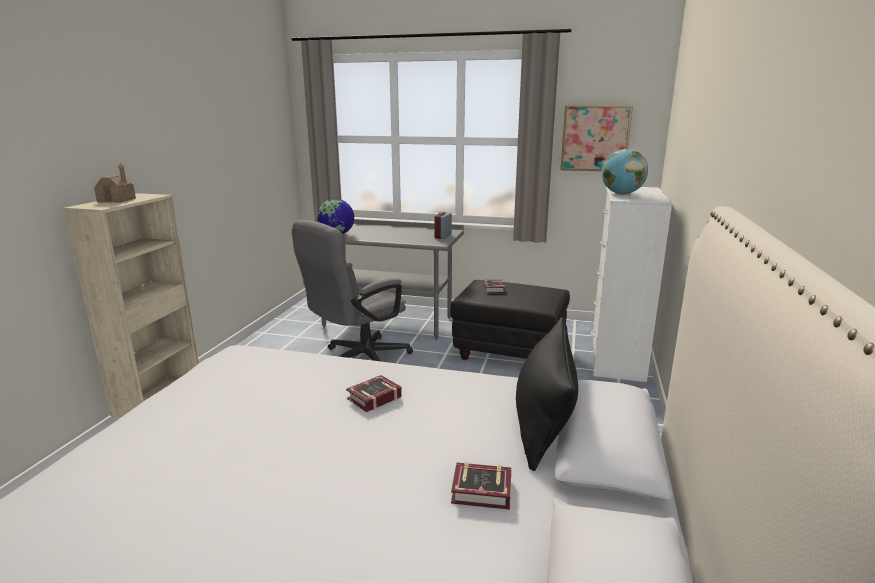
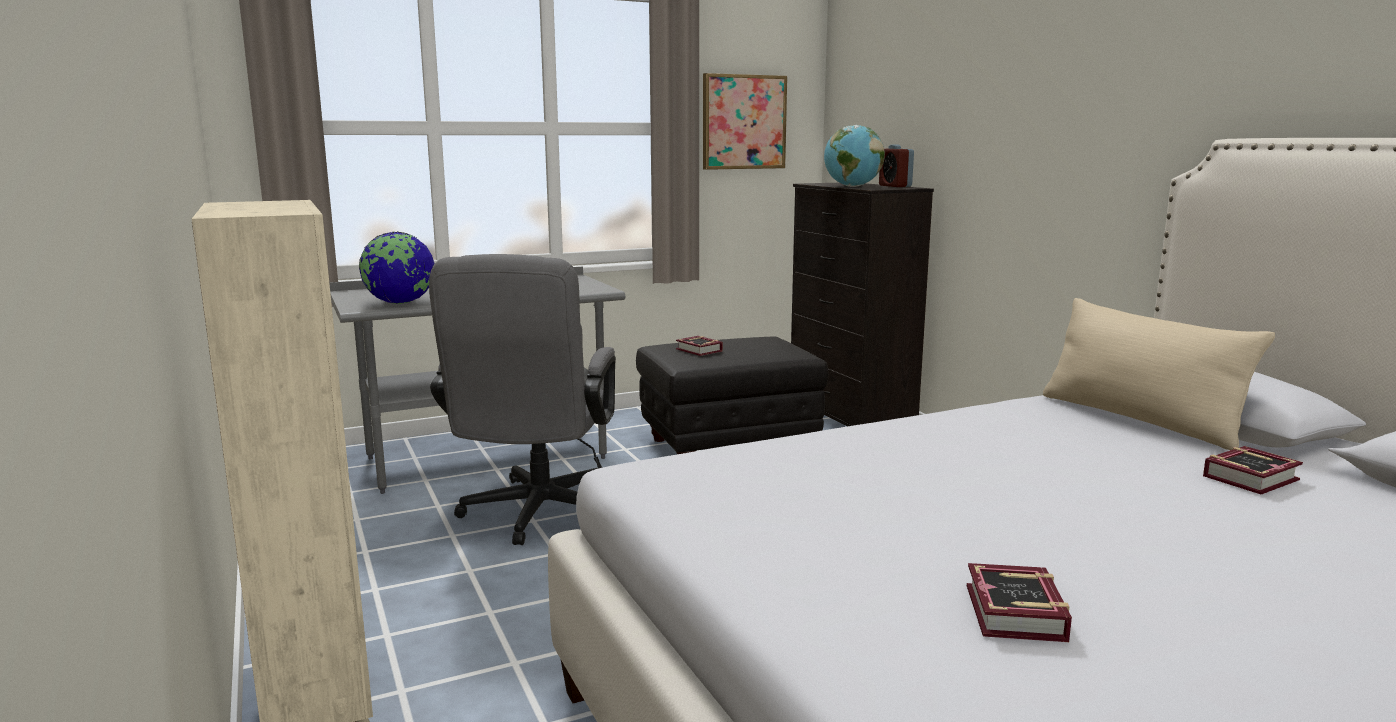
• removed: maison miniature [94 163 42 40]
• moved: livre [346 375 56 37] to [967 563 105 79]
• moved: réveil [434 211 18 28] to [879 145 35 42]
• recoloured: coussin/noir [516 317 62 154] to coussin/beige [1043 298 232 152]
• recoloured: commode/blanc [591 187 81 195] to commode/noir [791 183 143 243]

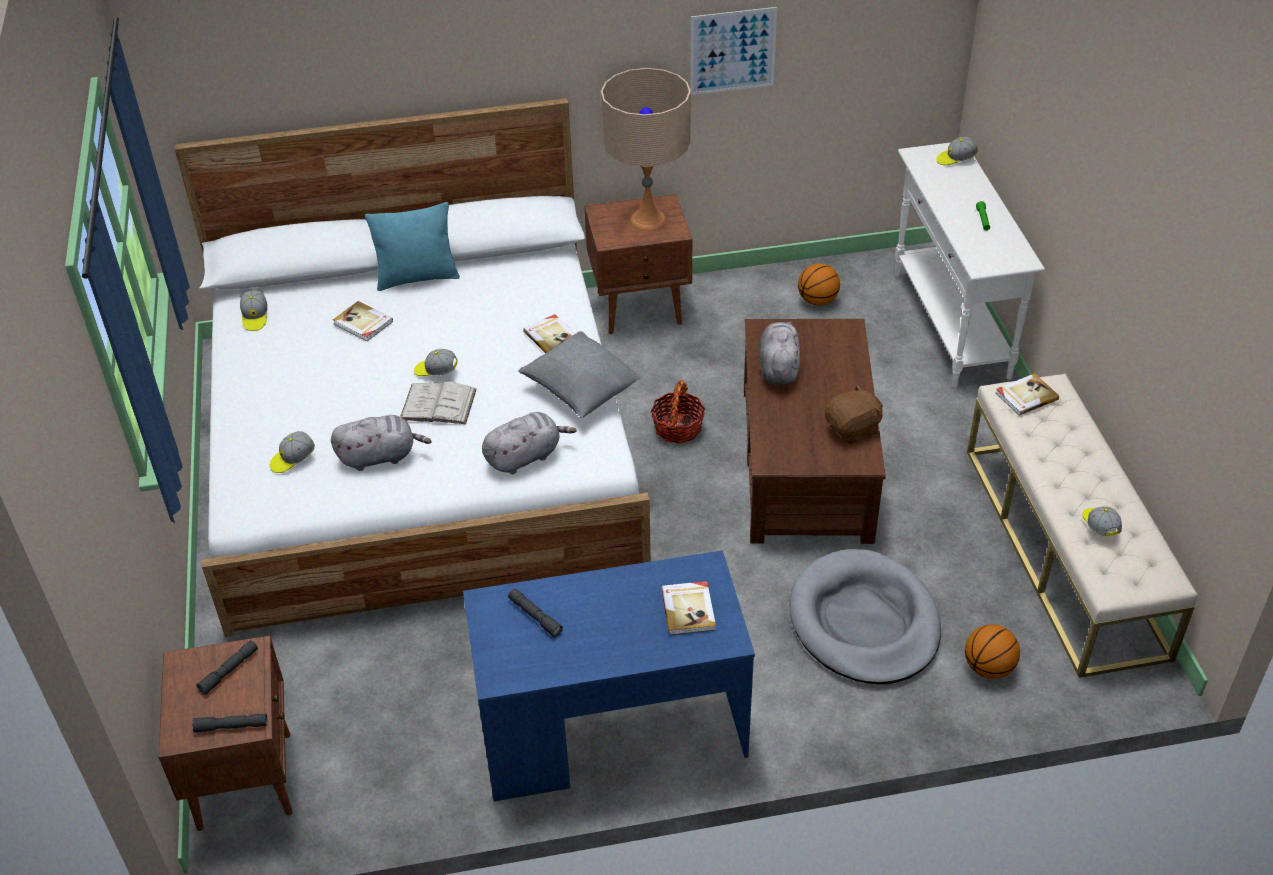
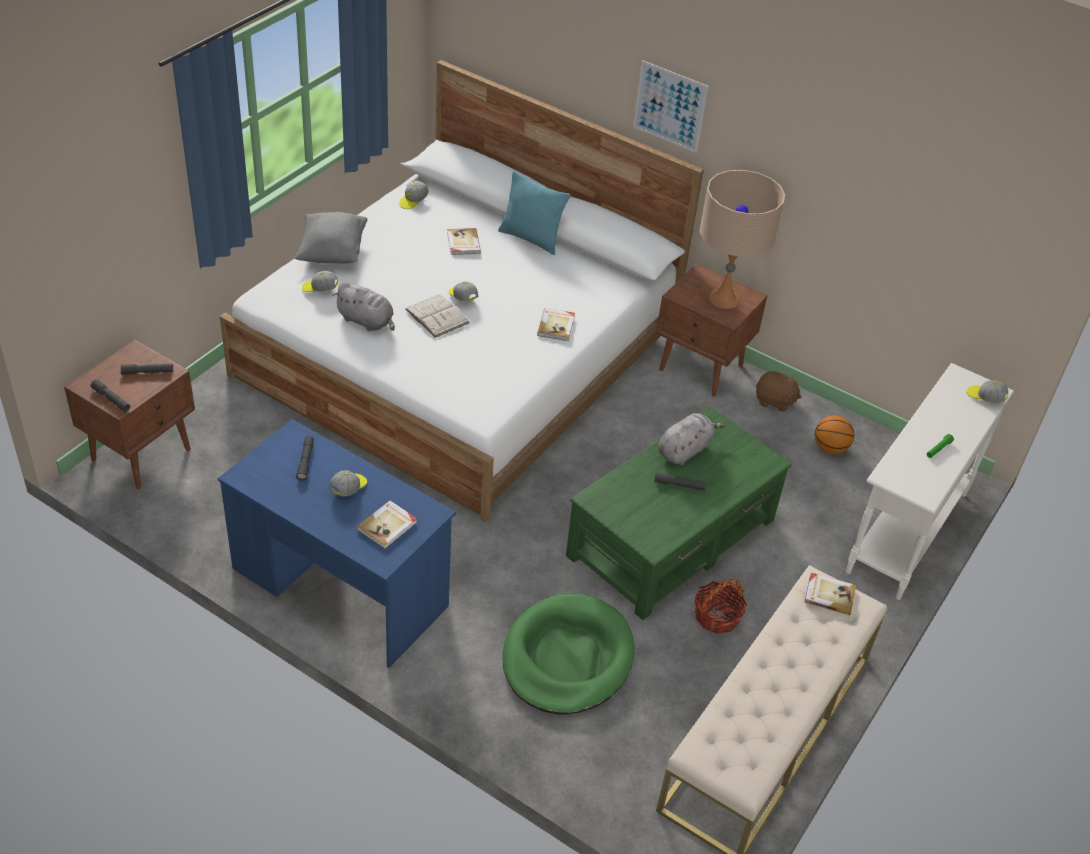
• removed: peluche/gris [482 412 94 62]
• removed: ballon de basket [965 624 55 55]
• added: lampe de poche/gris [654 472 52 19]
• moved: coussin/gris [518 331 123 87] to [294 212 74 52]
• moved: panier [651 380 54 63] to [694 579 53 55]
• moved: tableau [690 7 87 88] to [633 60 76 93]
• moved: peluche/marron [825 384 58 60] to [756 371 45 41]
• moved: casquette [1082 506 40 30] to [329 470 38 27]
• recoloured: table basse/marron [744 319 142 225] to table basse/vert [566 406 226 214]
• recoloured: panier pour chien/gris [789 549 152 136] to panier pour chien/vert [503 593 131 121]

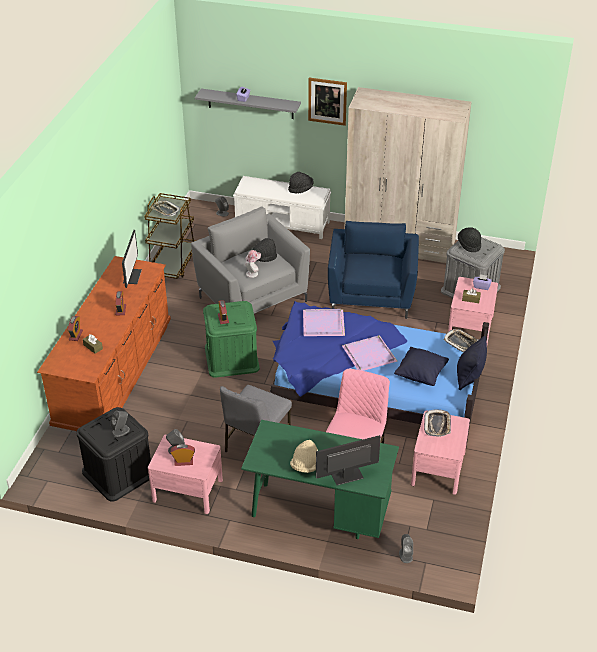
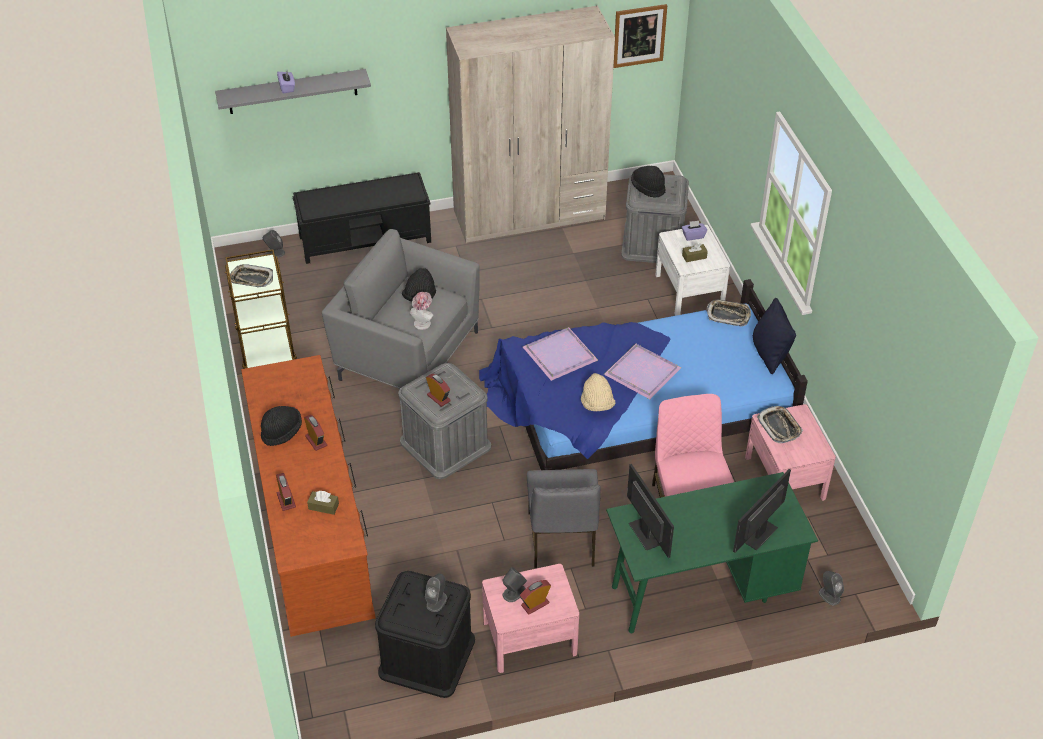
• removed: fauteuil/bleu [328 221 91 98]
• removed: coussin/noir [394 347 55 39]
• moved: écran d'ordinateur [122 230 20 58] to [627 464 47 94]
• moved: chapeau/noir [288 172 26 21] to [261 406 41 40]
• moved: chapeau/beige [290 440 28 33] to [581 373 35 38]
• moved: tableau [308 78 39 48] to [613 4 54 64]
• recoloured: boîte de rangement/vert [203 301 56 77] to boîte de rangement/gris [398 363 93 116]
• recoloured: banc/blanc [233 176 98 63] to banc/noir [292 172 139 92]
• recoloured: table de chevet/rose [448 277 50 67] to table de chevet/blanc [655 225 75 91]

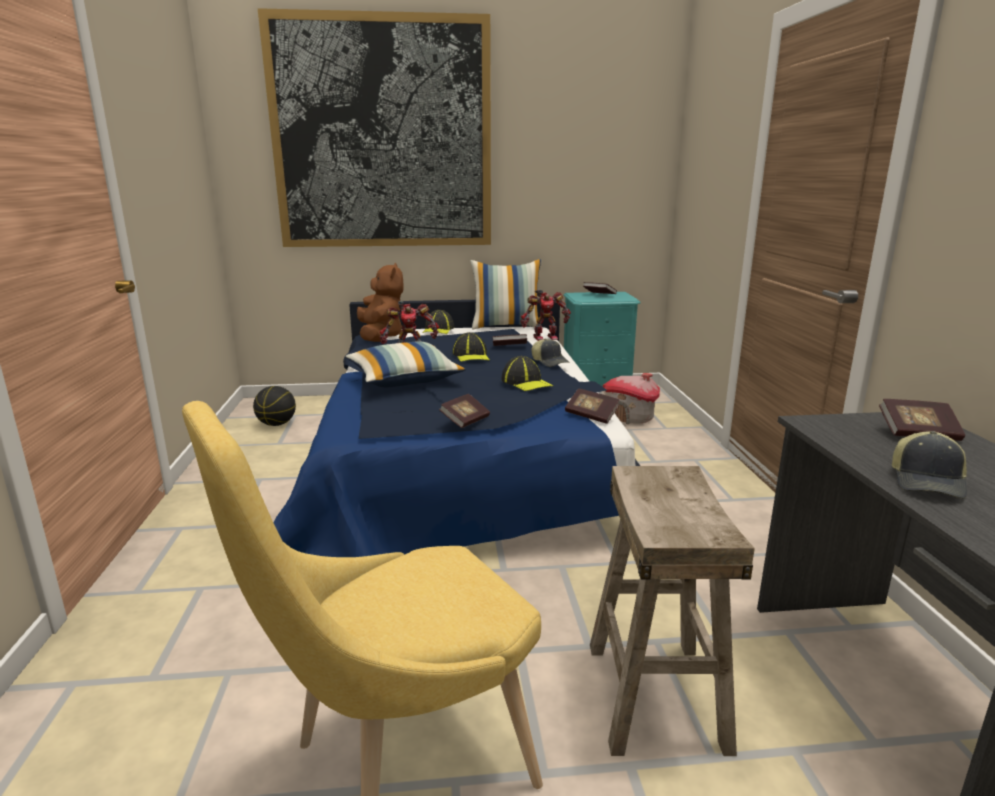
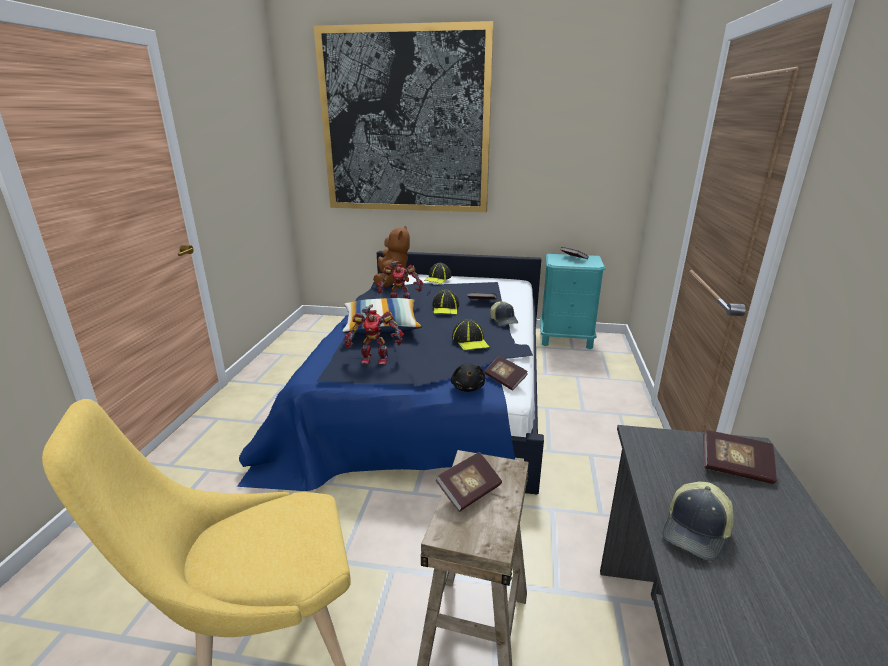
• removed: ballon de basket [253 386 43 40]
• removed: coussin [470 259 72 71]
• removed: maison miniature [603 373 57 51]
• added: peluche/noir [451 363 34 29]
• moved: livre [439 394 51 34] to [436 452 66 60]
• moved: robot jouet [521 290 50 51] to [345 304 59 61]

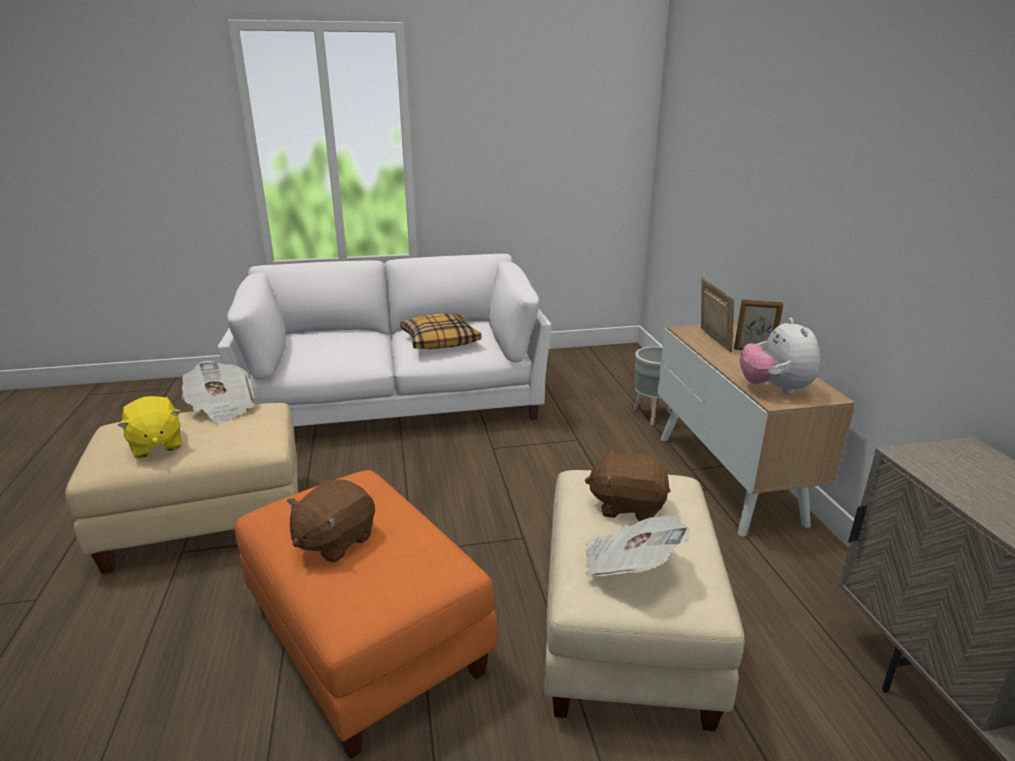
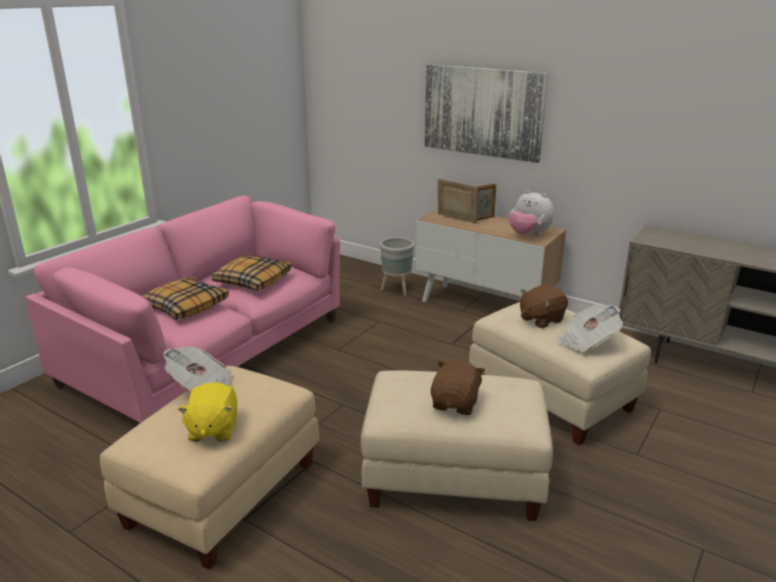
• added: coussin [142 277 87 43]
• added: tableau [424 65 124 98]
• recoloured: canapé/blanc [218 254 333 172] to canapé/rose [25 196 315 227]
• recoloured: pouf/orange [235 470 263 289] to pouf/beige [361 370 192 151]
• turned: peluche/jaune [117 396 64 62] = [178 382 60 60] 75 degrees clockwise
• turned: peluche/marron [287 480 88 83] = [431 360 54 55] 150 degrees counterclockwise

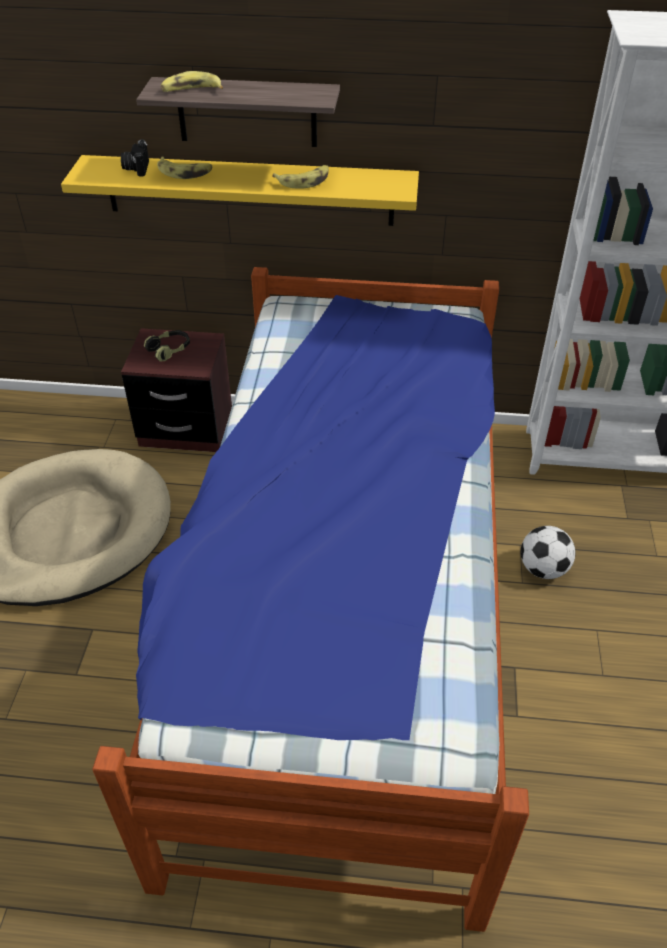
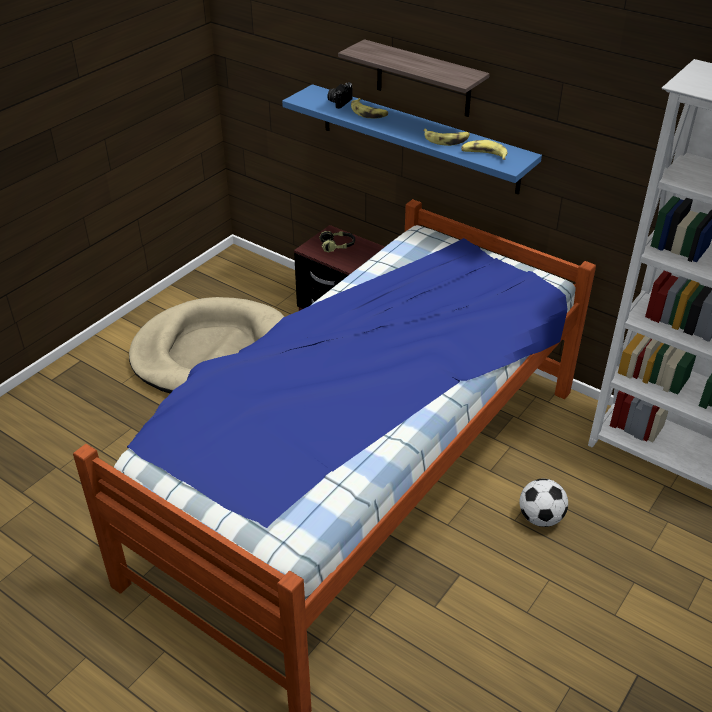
• moved: banane [161 71 62 21] to [461 140 47 20]
• recoloured: étagère/jaune [61 155 358 71] to étagère/bleu [282 84 260 111]

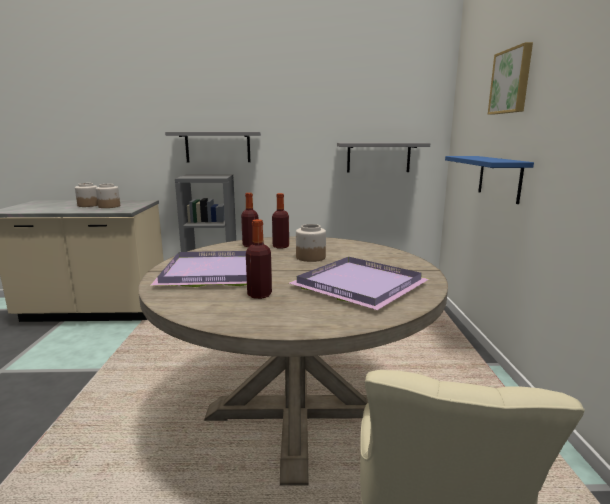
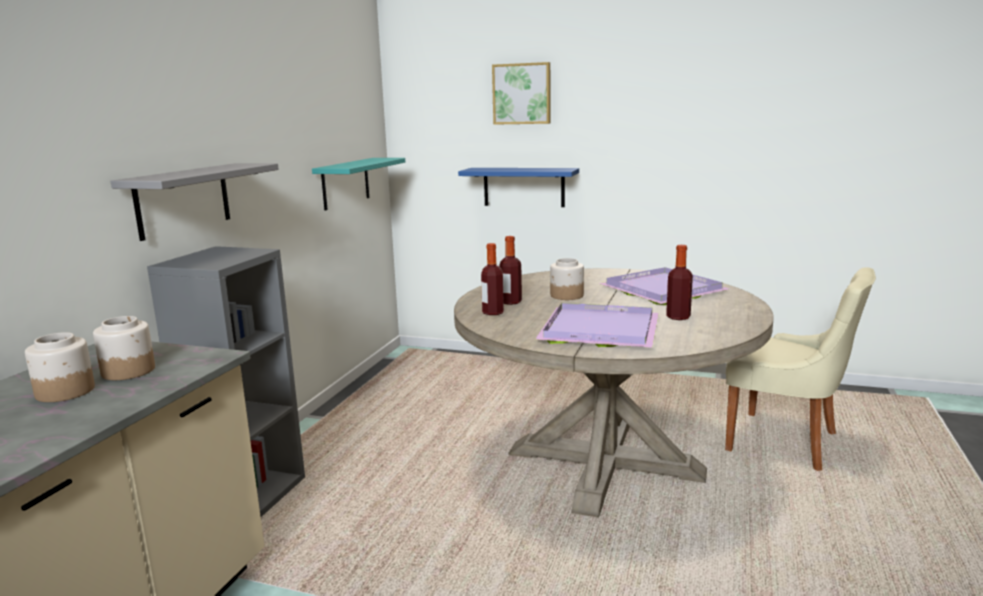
• recoloured: étagère/gris [337 143 93 29] to étagère/turquoise [312 158 93 52]

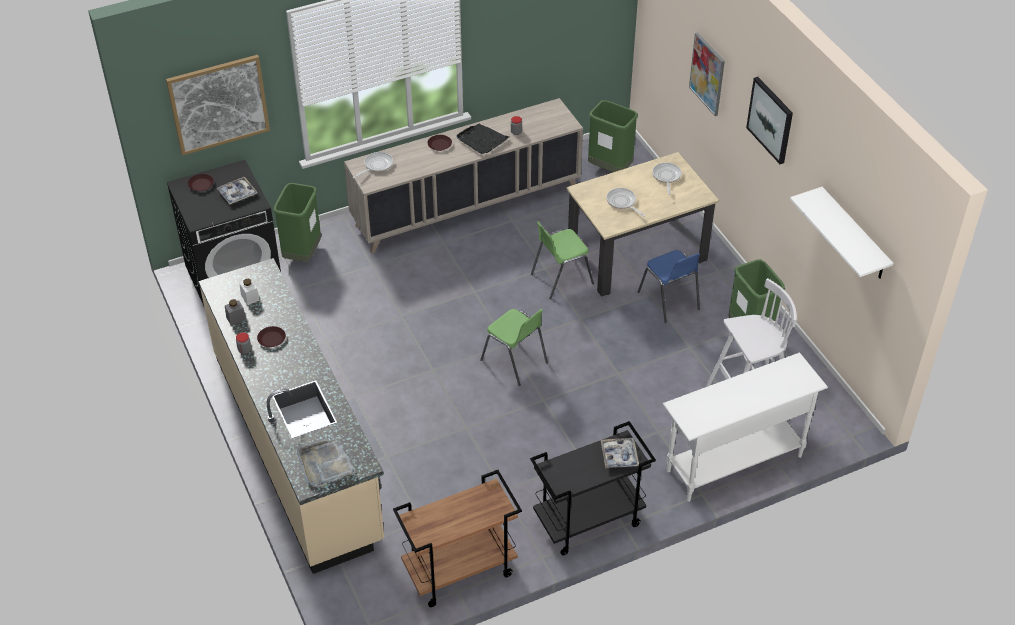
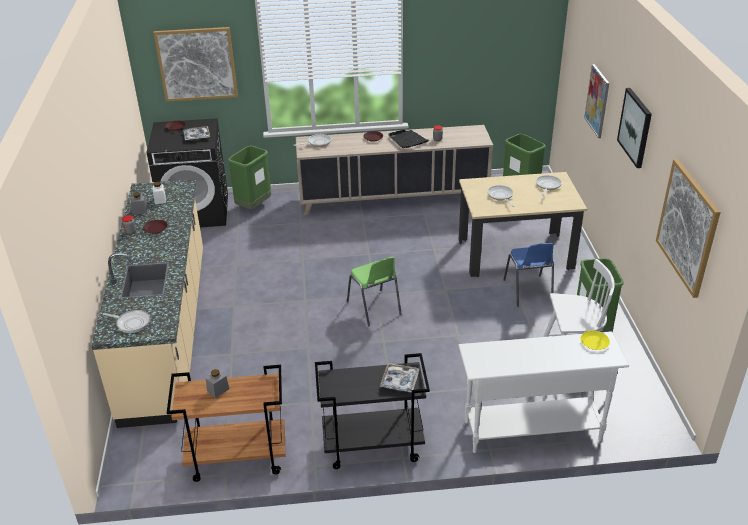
• removed: chaise/vert [531 221 63 78]
• added: bocal/gris [206 369 23 29]
• added: assiette/jaune [580 331 30 19]
• replaced: plateau/gris [297 440 59 45] to poêle [103 310 47 23]
• replaced: étagère/blanc [790 187 104 92] to tableau [656 159 65 139]

